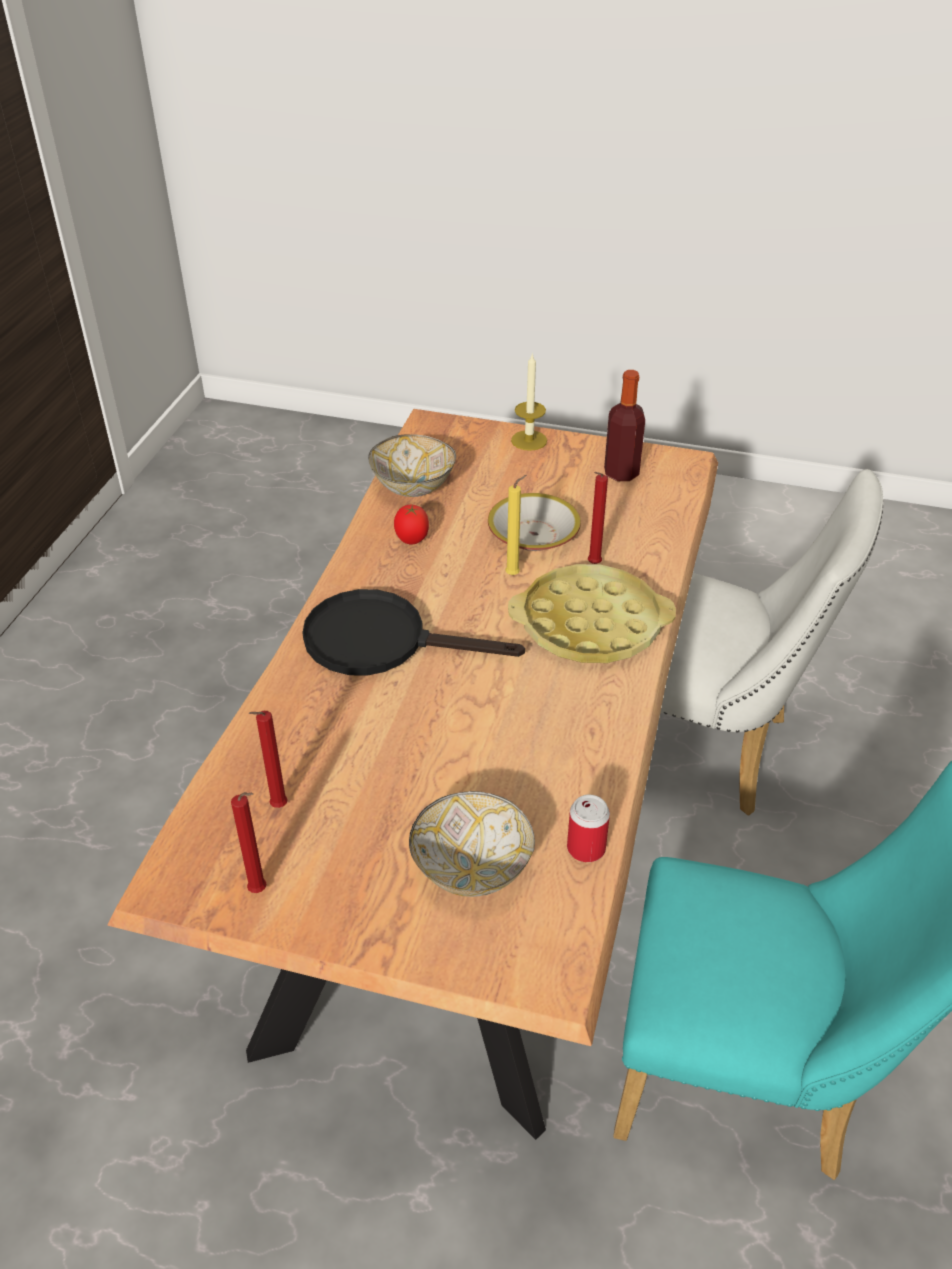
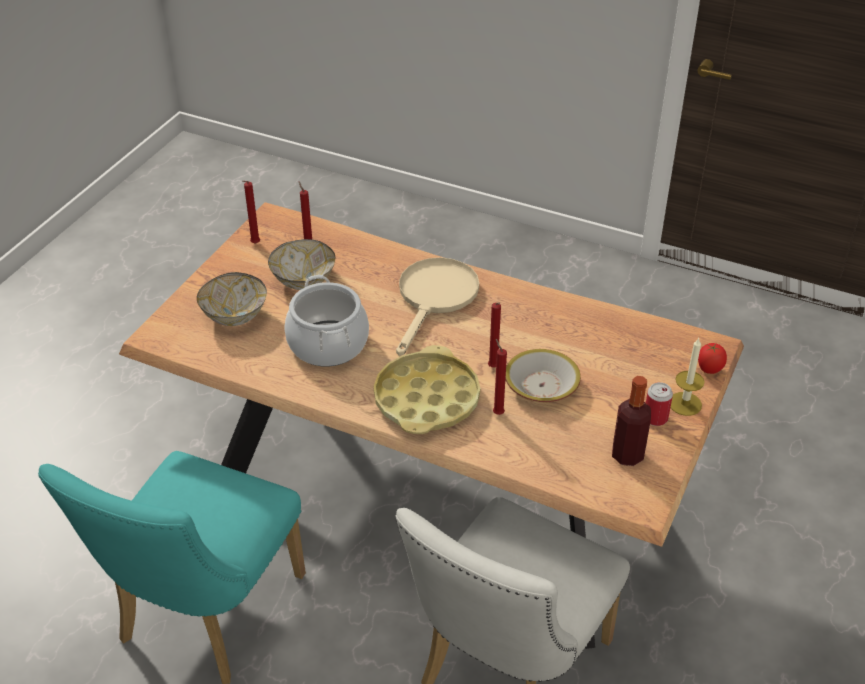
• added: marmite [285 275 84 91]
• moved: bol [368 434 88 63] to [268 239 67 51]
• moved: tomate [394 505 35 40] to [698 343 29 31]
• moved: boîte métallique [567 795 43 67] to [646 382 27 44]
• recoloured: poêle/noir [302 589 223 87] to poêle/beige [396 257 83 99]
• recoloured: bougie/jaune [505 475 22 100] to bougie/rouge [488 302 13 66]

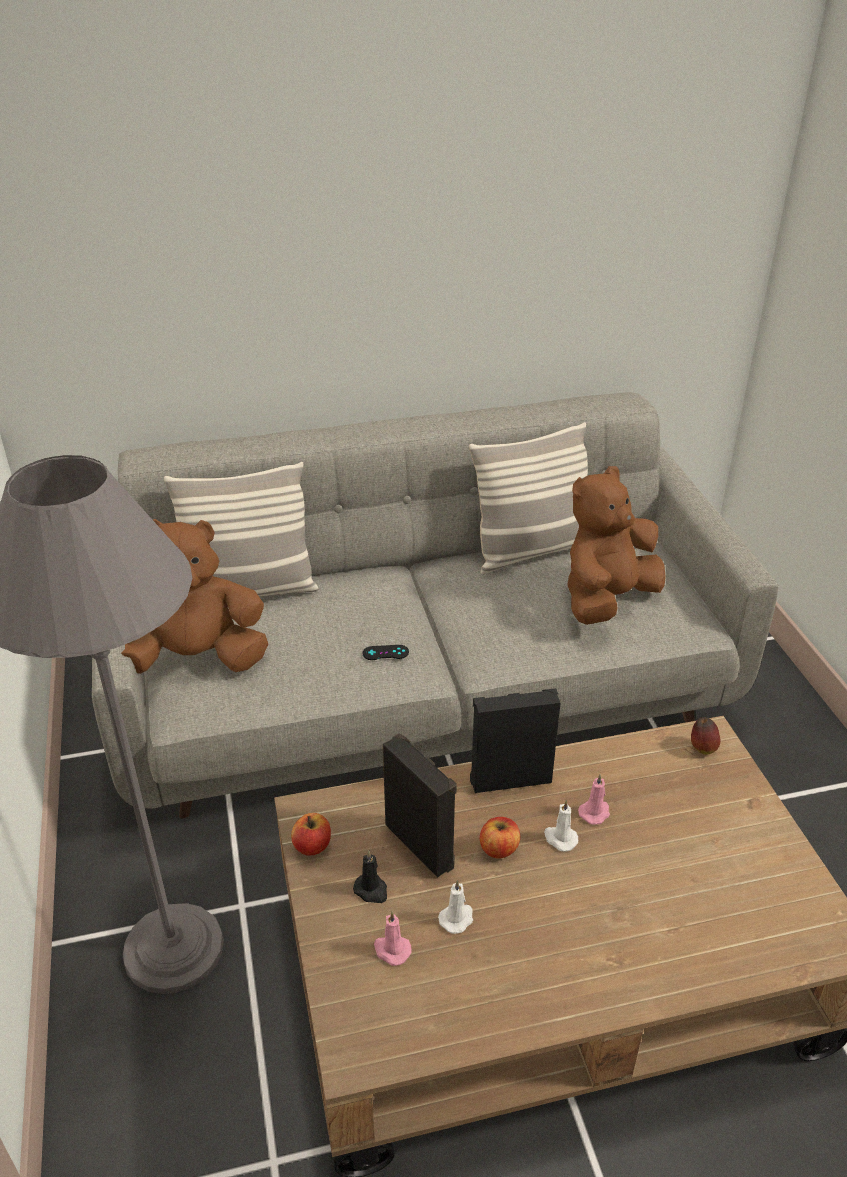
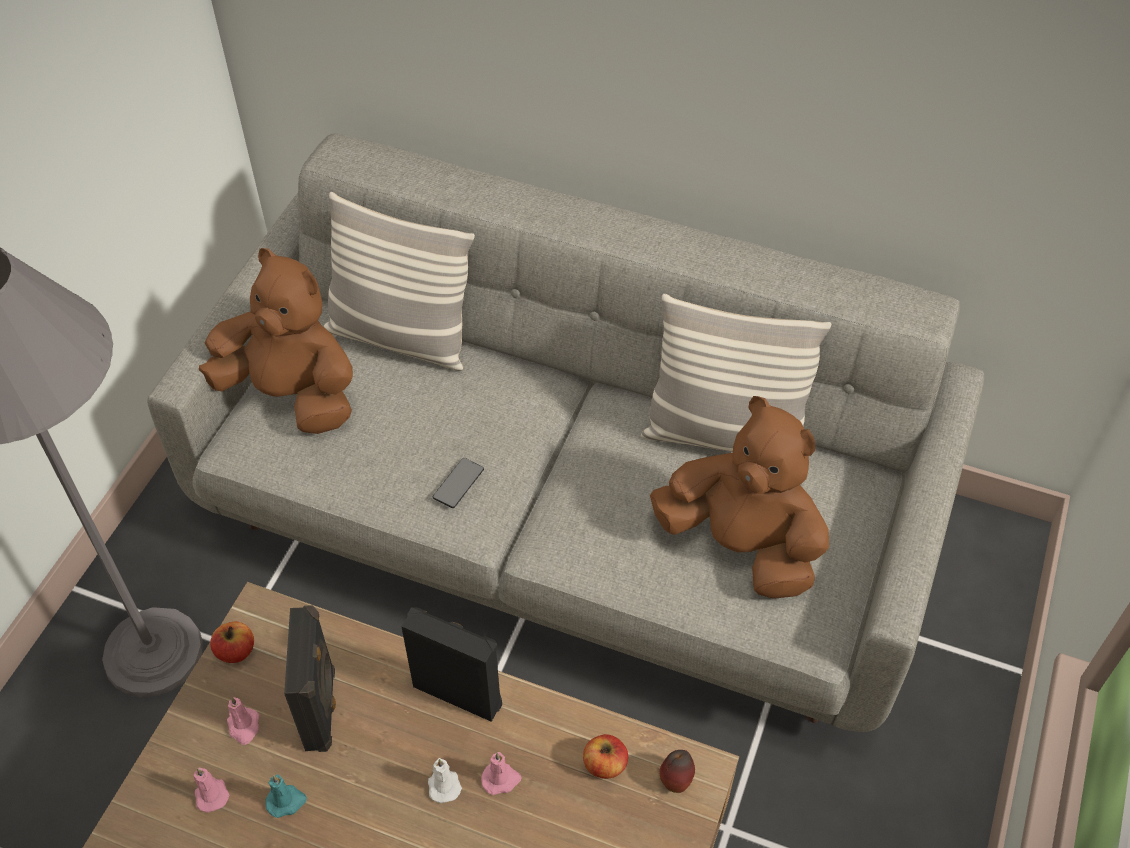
• moved: pomme [480 817 40 42] to [583 734 45 45]
• replaced: manette/noir [363 645 46 15] to téléphone [433 458 51 50]
• recoloured: bougie/noir [353 850 34 53] to bougie/rose [227 697 32 48]
• recoloured: bougie/blanc [438 880 35 54] to bougie/turquoise [265 774 42 44]
• turned: peluche/marron [567 466 99 159] = [650 396 179 203] 45 degrees clockwise

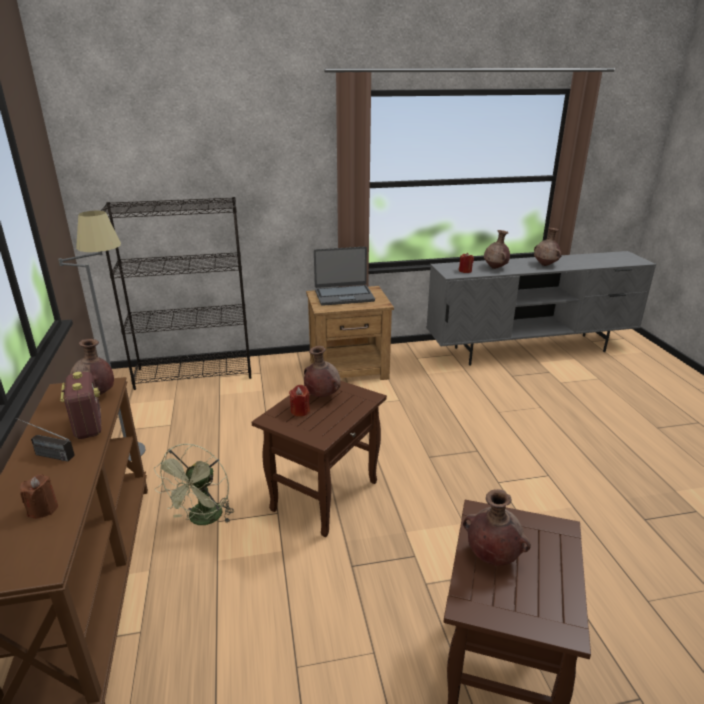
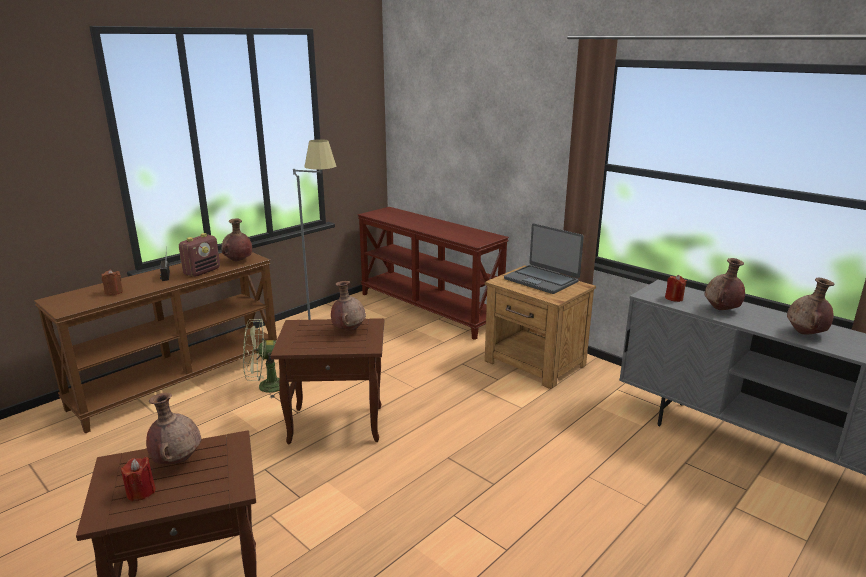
• moved: bougie/rouge [289 385 21 32] to [121 457 35 45]
• replaced: bibliothèque/noir [101 197 150 193] to table console/marron [358 207 151 133]

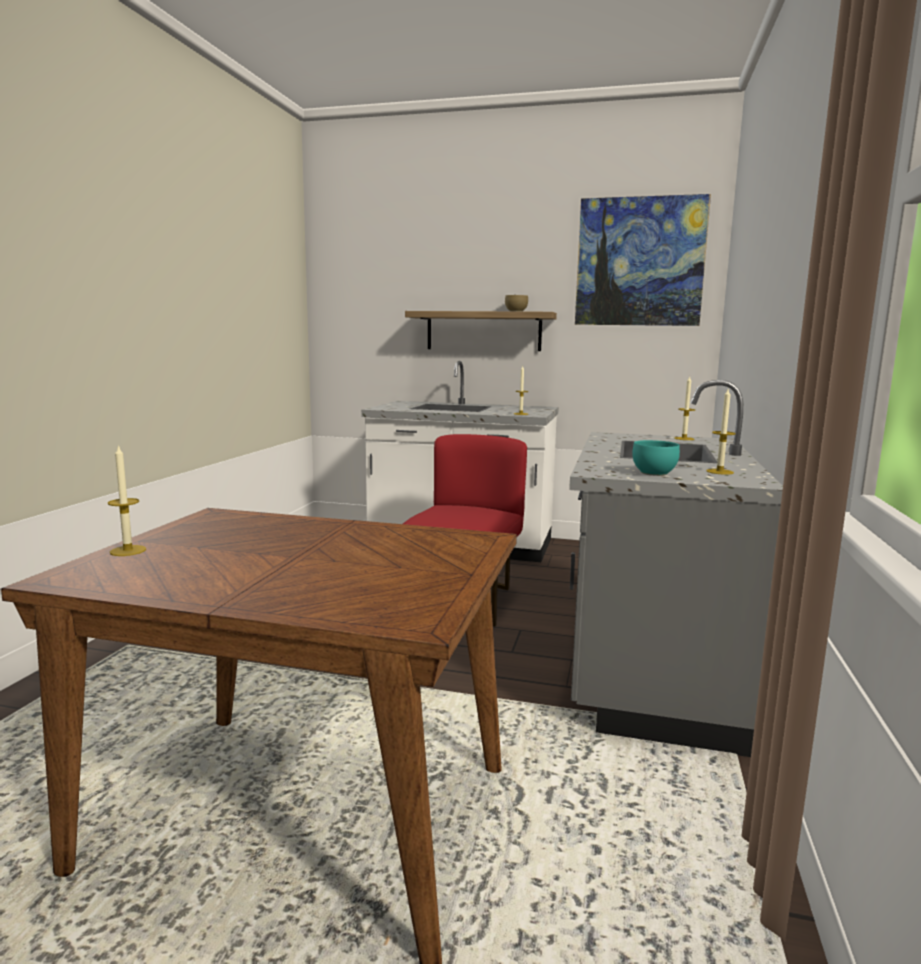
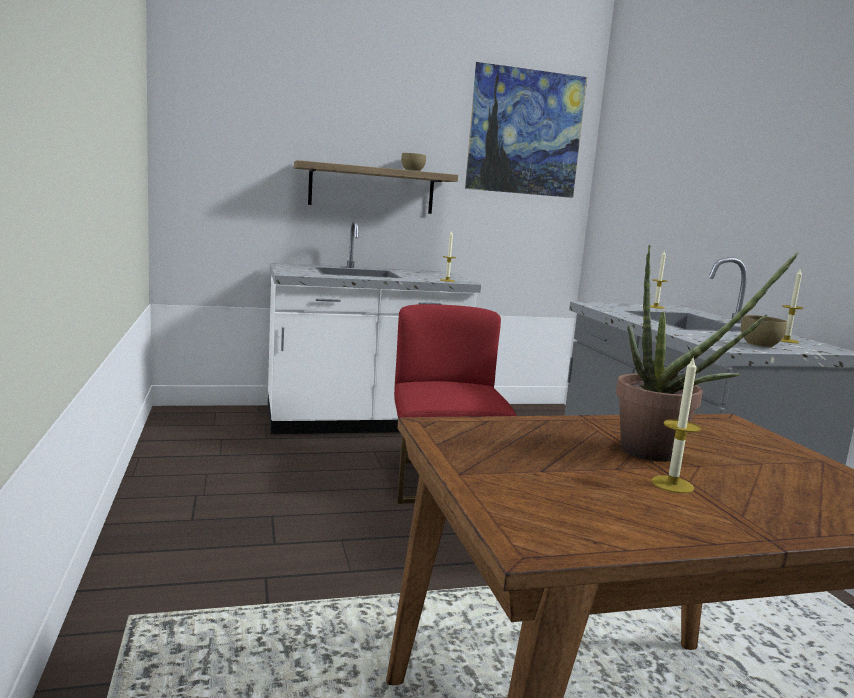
• added: plante en pot [616 245 183 217]
• moved: bougie [108 444 38 112] to [651 356 50 137]
• recoloured: bol/turquoise [632 440 48 36] to bol/marron [741 315 46 33]

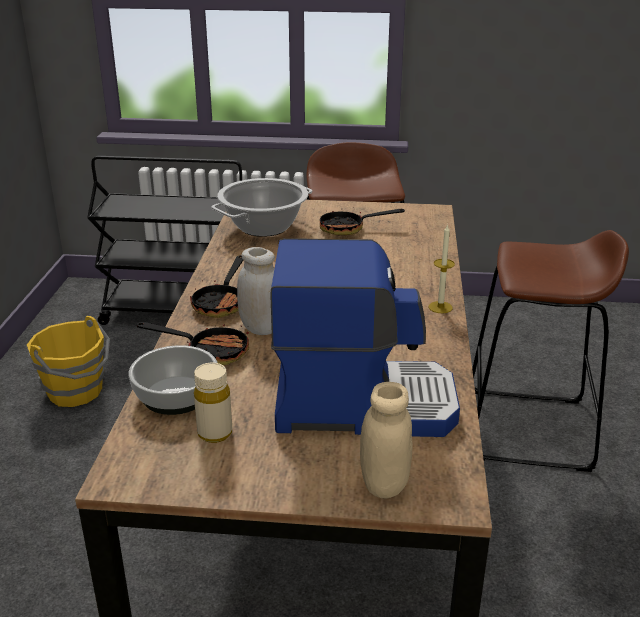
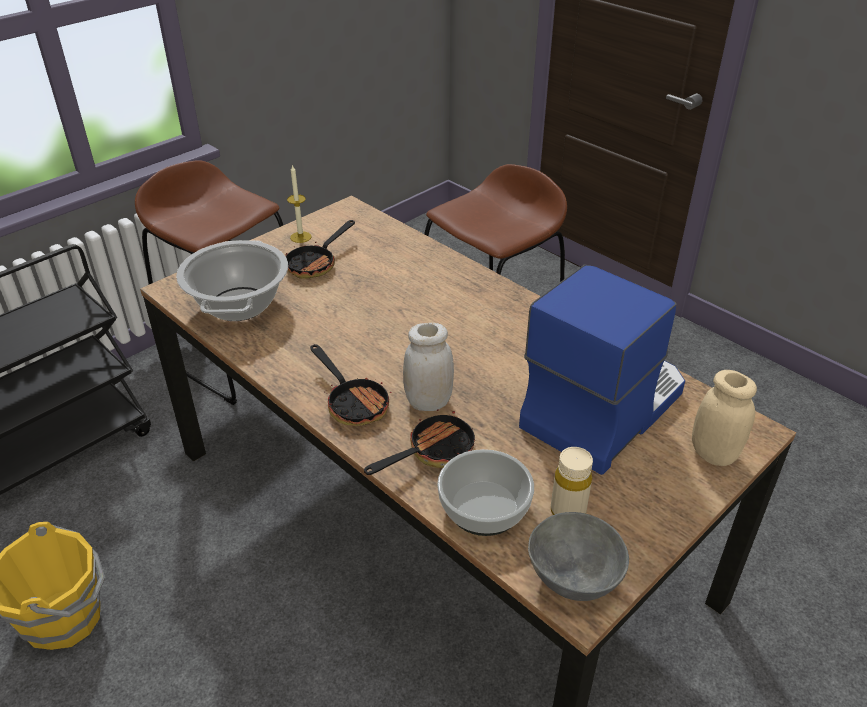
• added: bol/gris [528 512 101 89]
• moved: bougie [429 224 26 89] to [287 164 25 79]

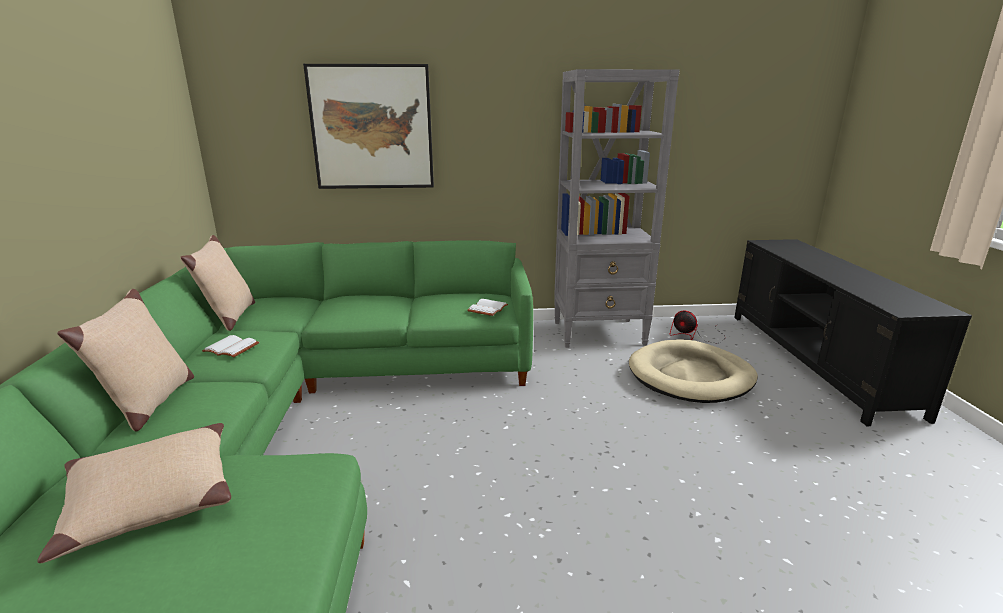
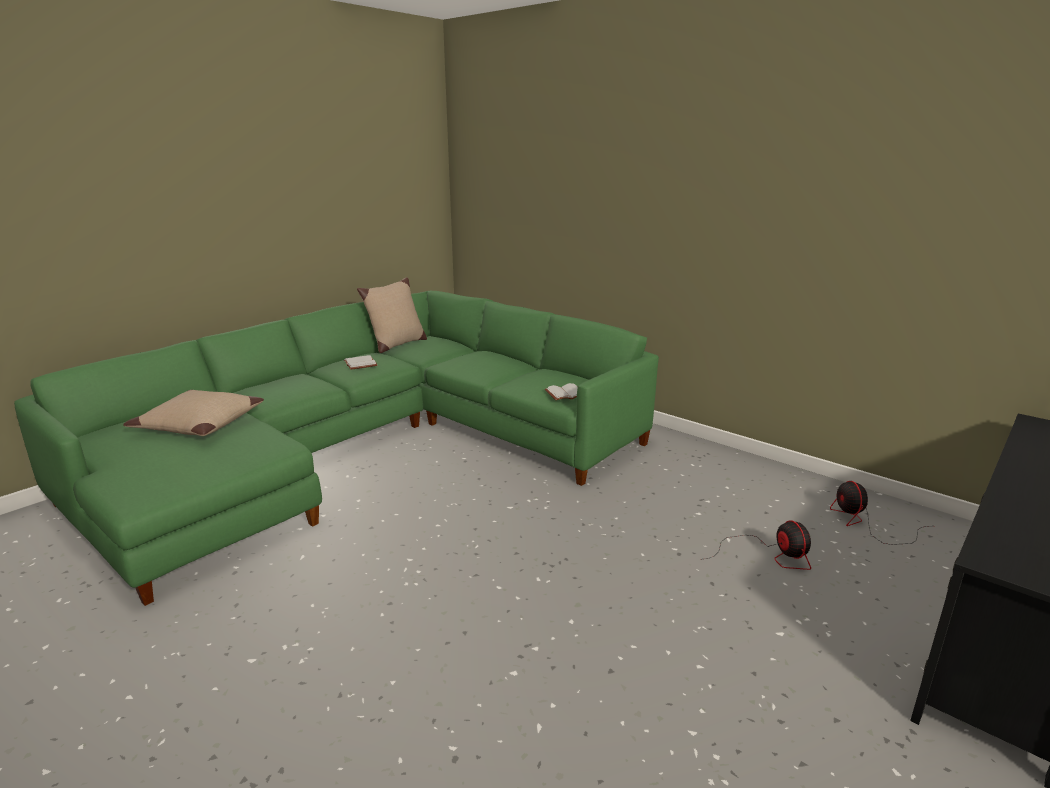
• removed: coussin/beige [57 289 137 142]
• removed: tableau [303 64 131 125]
• removed: bibliothèque/gris [554 69 126 279]
• replaced: panier pour chien/beige [629 339 129 64] to ventilateur [700 520 111 50]

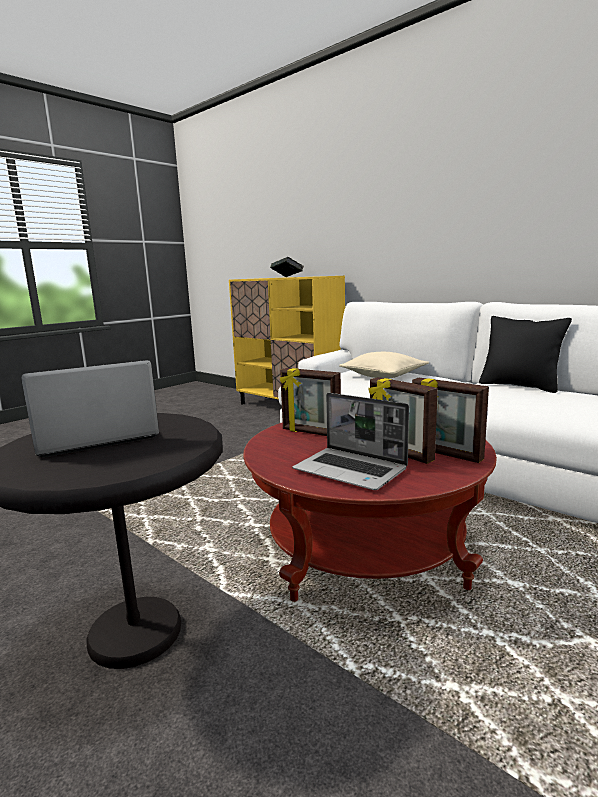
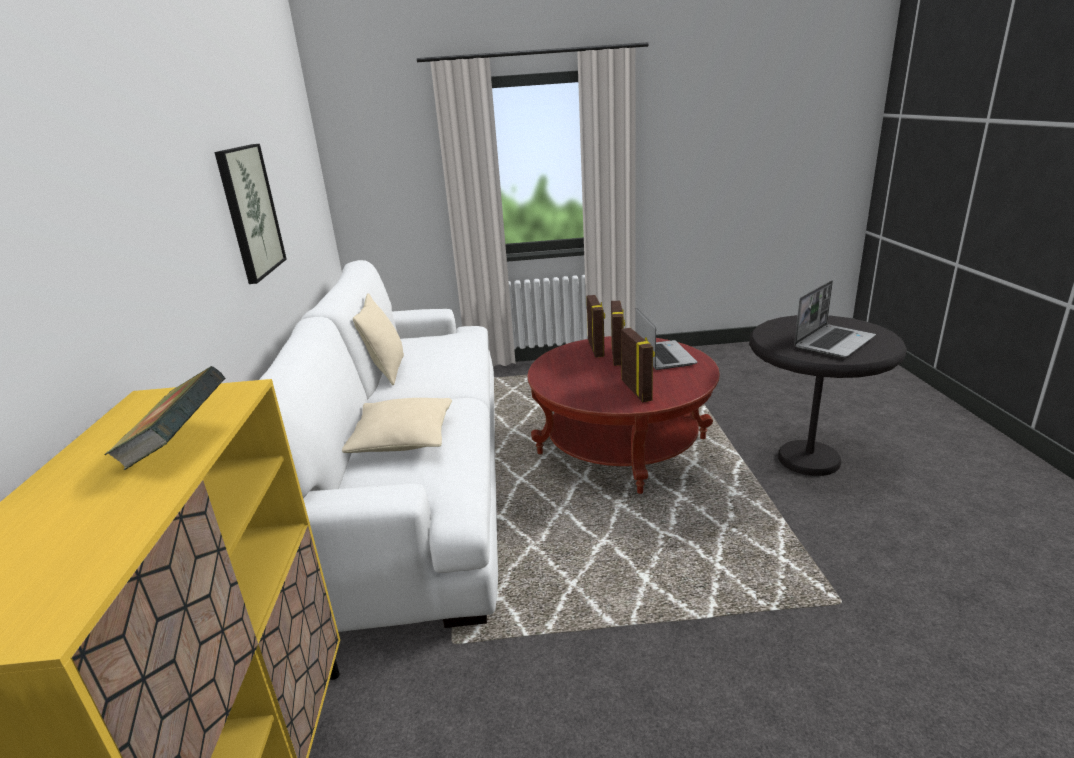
• added: tableau [214 144 73 140]
• recoloured: coussin/noir [479 316 93 77] to coussin/beige [353 293 51 92]
• turned: ordinateur portable [21 360 138 97] = [794 280 82 78] 60 degrees counterclockwise

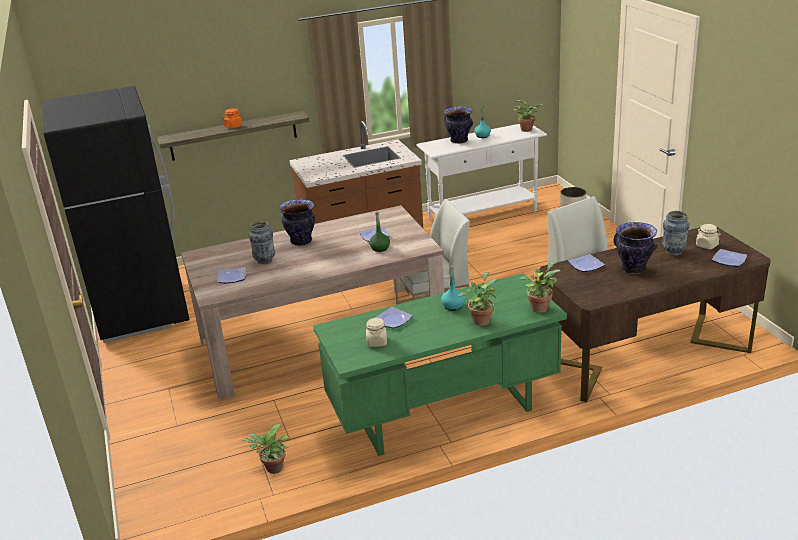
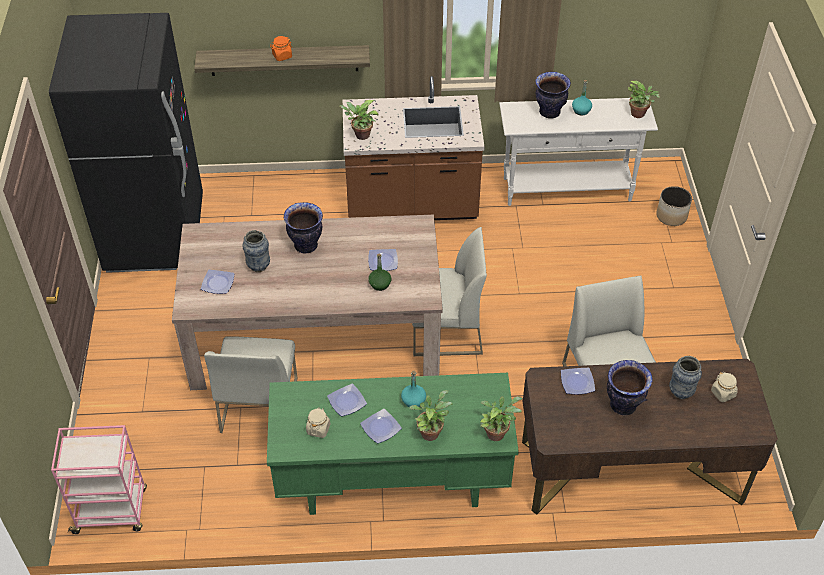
• added: chariot/rose [51 425 96 109]
• added: chaise/blanc [204 336 93 97]
• moved: plante en pot [243 424 47 50] to [339 100 40 40]
• moved: assiette [712 249 35 18] to [360 409 42 34]

